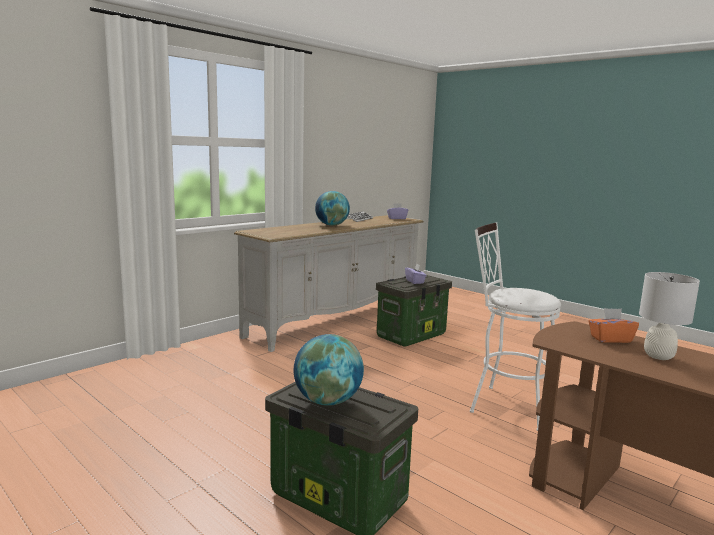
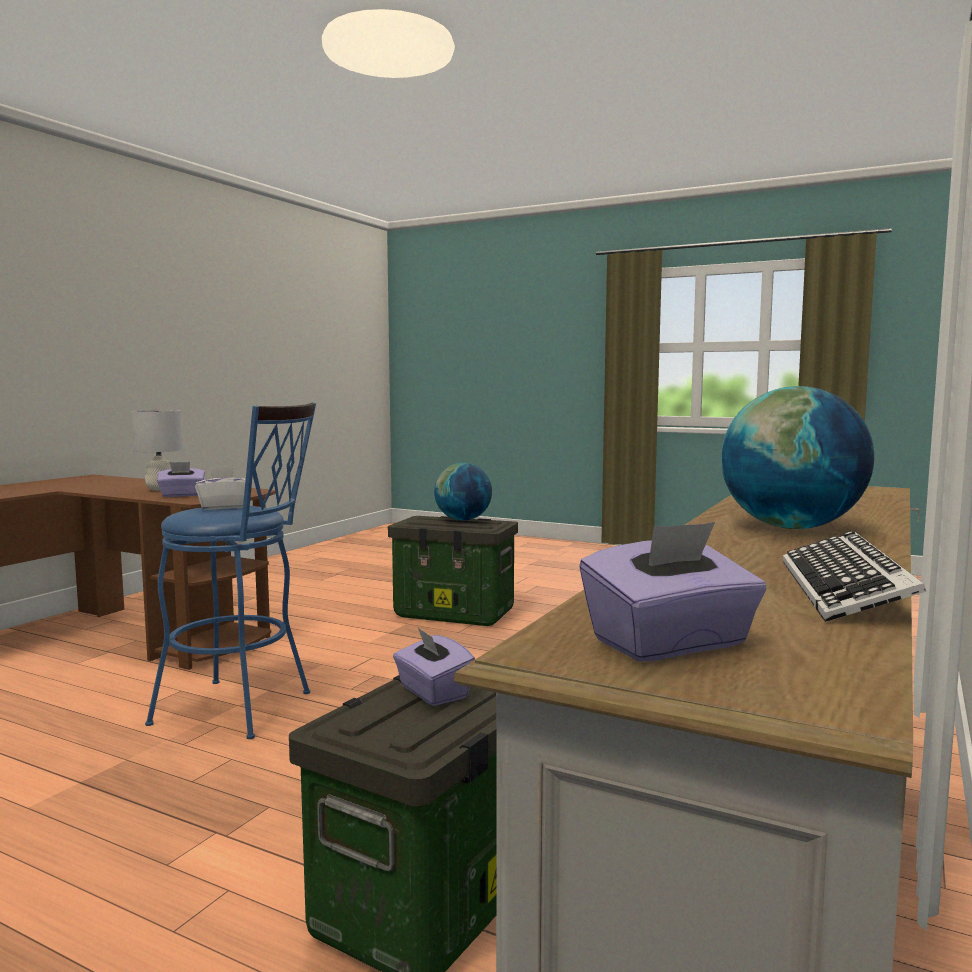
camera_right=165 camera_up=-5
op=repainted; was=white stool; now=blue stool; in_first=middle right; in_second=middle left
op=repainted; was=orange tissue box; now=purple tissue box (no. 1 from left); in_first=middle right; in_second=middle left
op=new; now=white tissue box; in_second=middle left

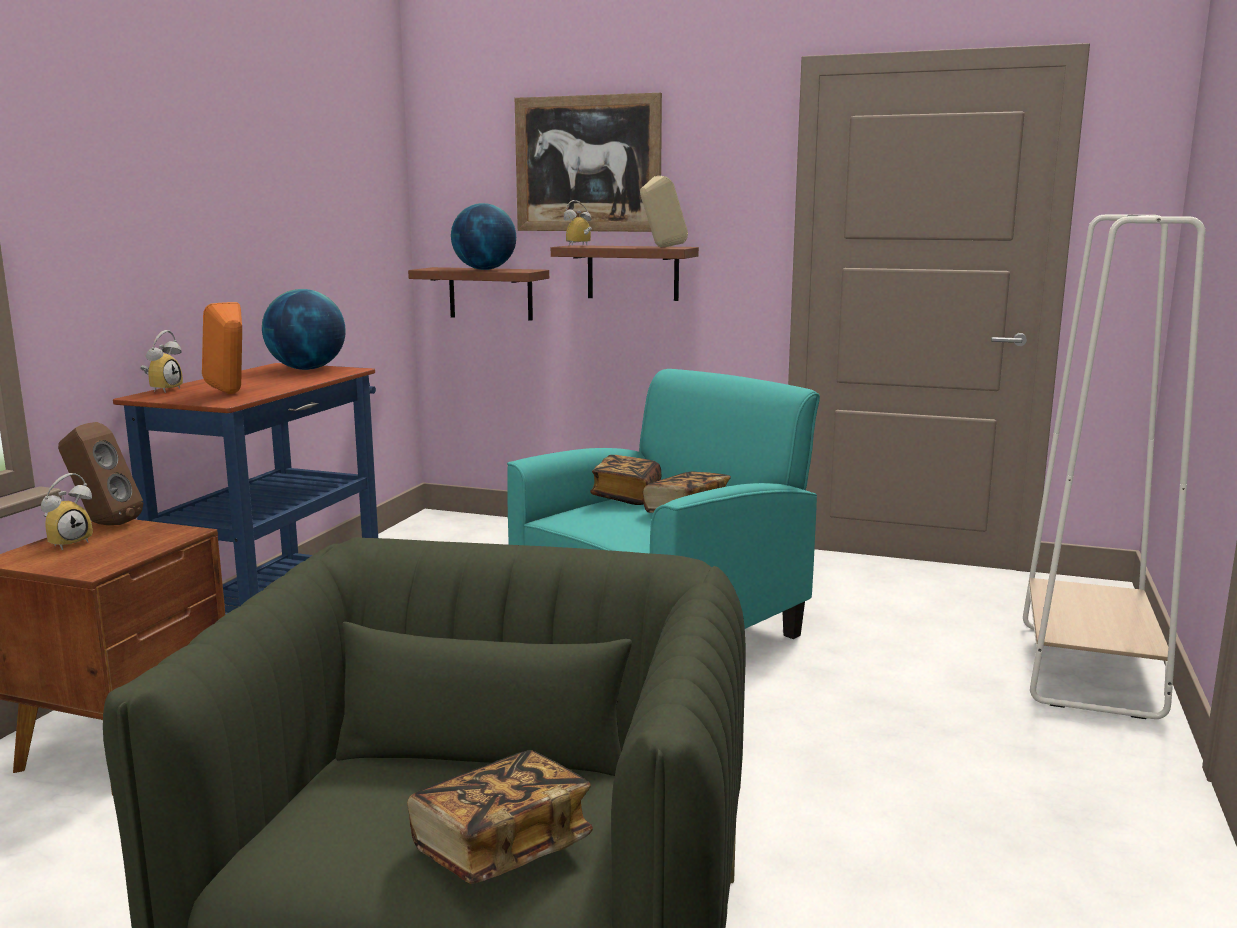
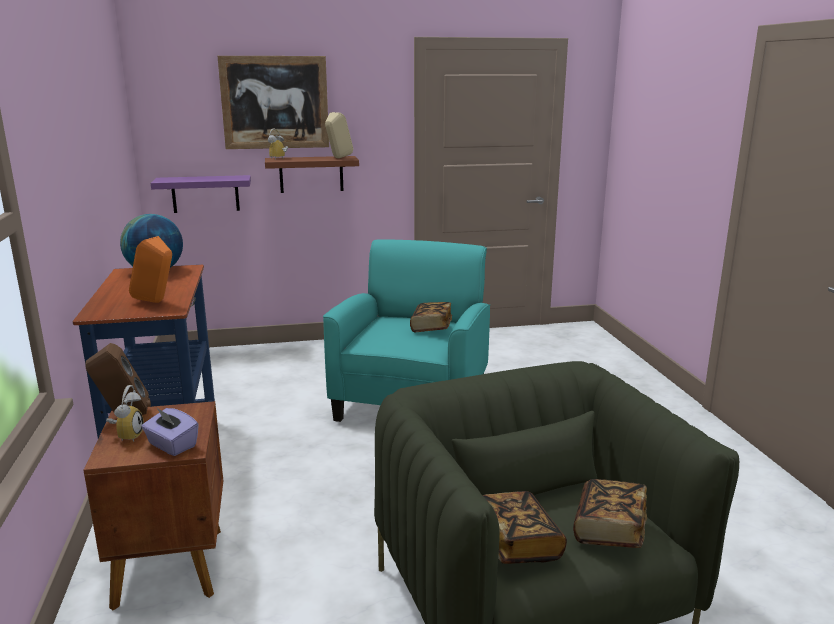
camera_right=-30 camera_up=5
op=gone; was=globe (no. 2 from left); in_first=top centre
op=gone; was=clothes rack; in_first=middle right
op=repainted; was=brown shelf (no. 1 from left); now=purple shelf; in_first=top centre; in_second=top left
op=gone; was=alarm clock (no. 2 from left); in_first=middle left
op=shifted; was=book (no. 2 from left); in_first=centre; in_second=bottom centre
op=new; now=purple tissue box; in_second=bottom left

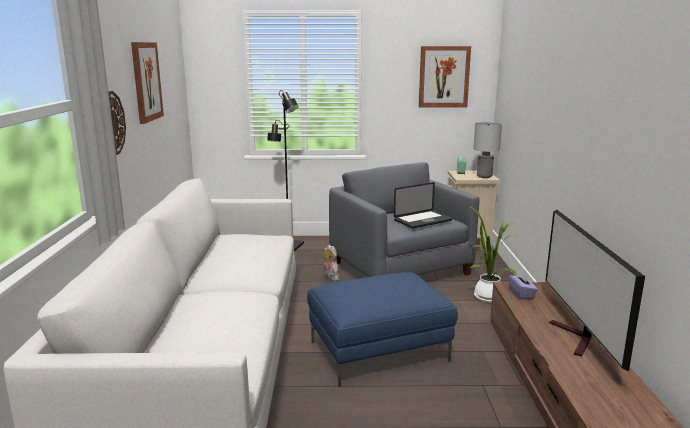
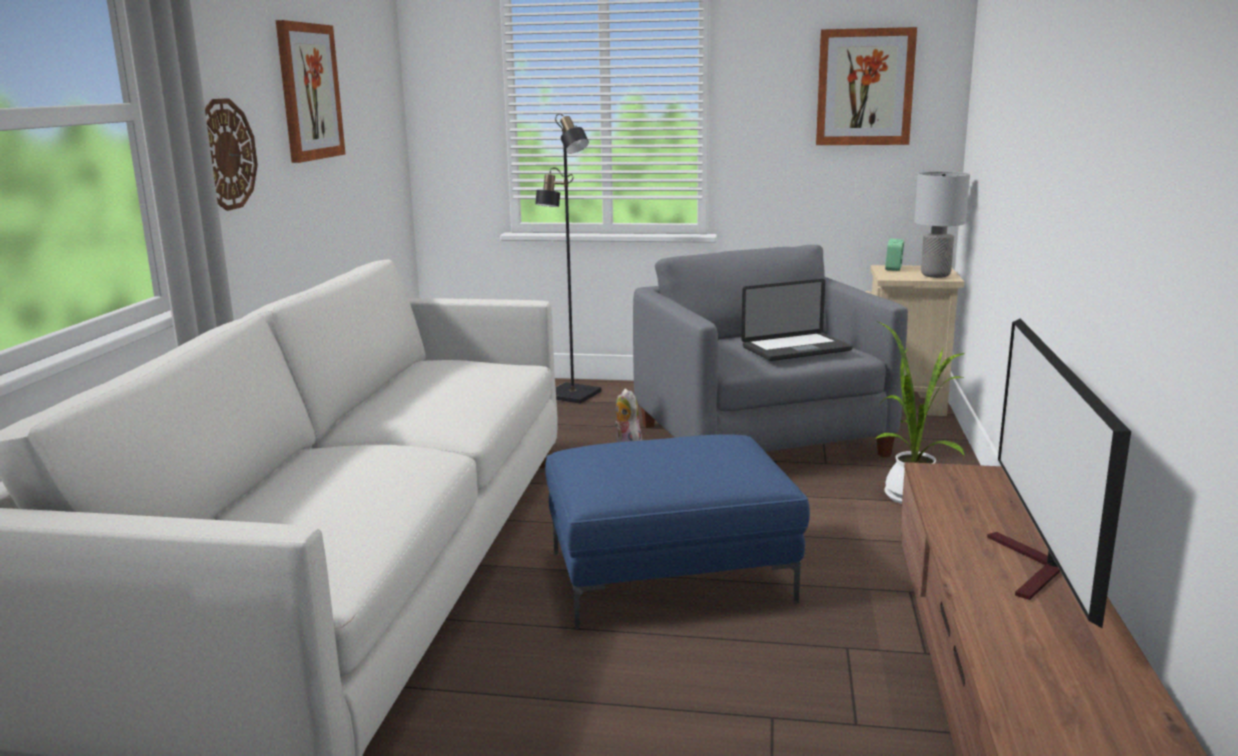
camera_right=10 camera_up=0
op=gone; was=purple tissue box; in_first=middle right

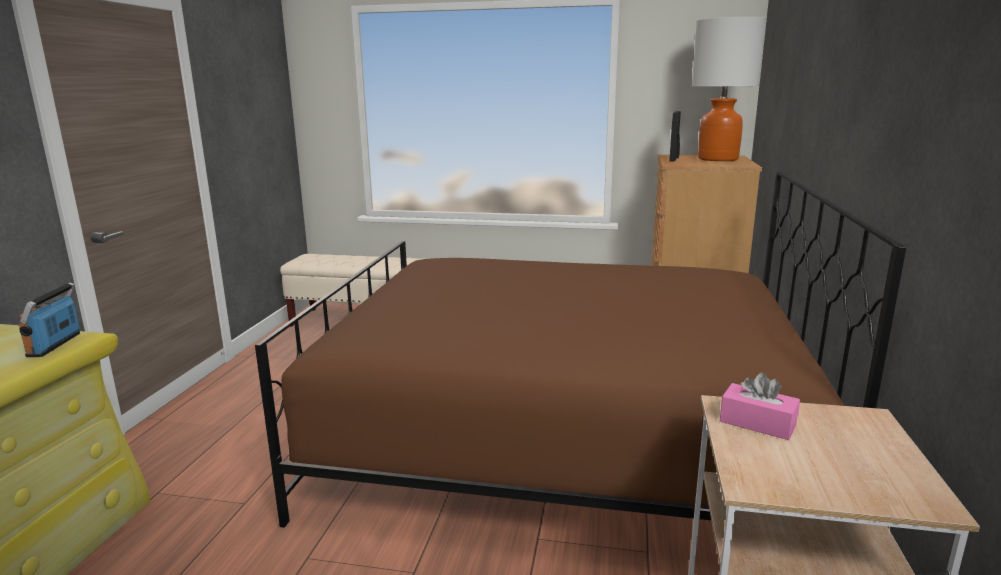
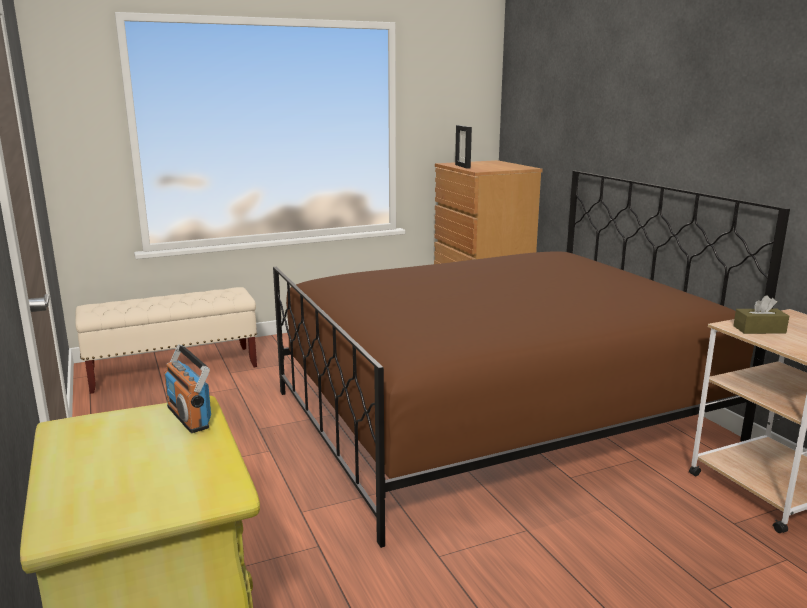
camera_right=-35 camera_up=0
op=gone; was=table lamp; in_first=top right
op=repainted; was=pink tissue box; now=brown tissue box; in_first=bottom right; in_second=middle right

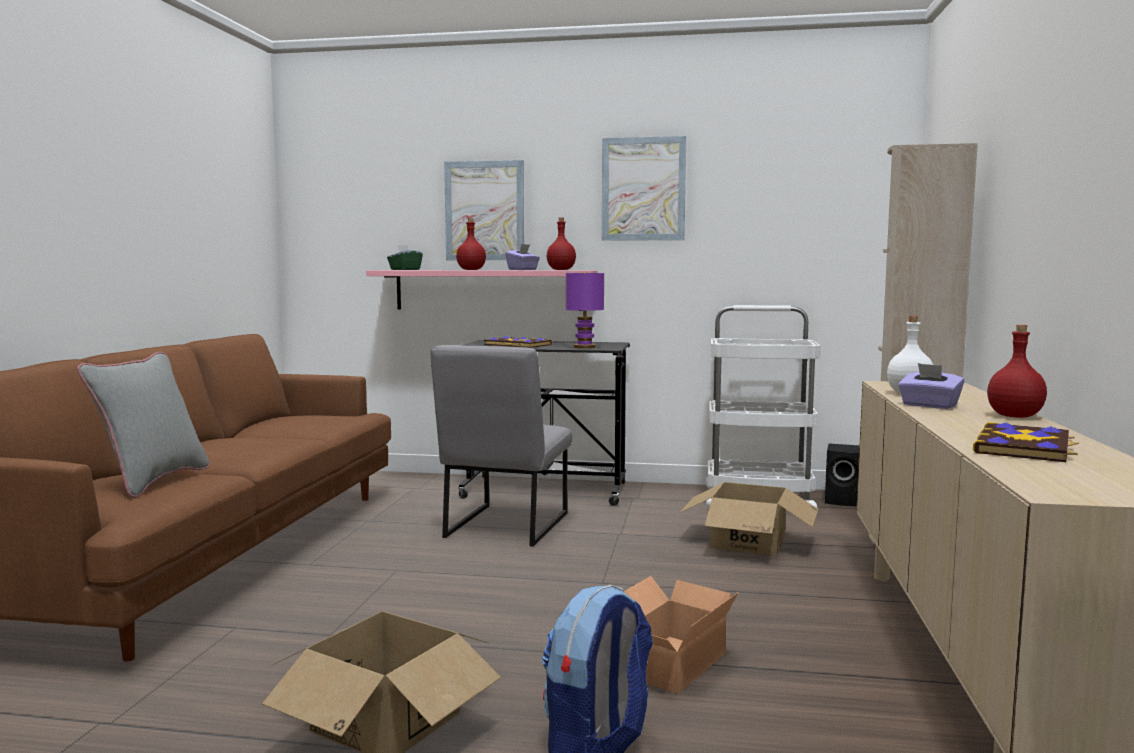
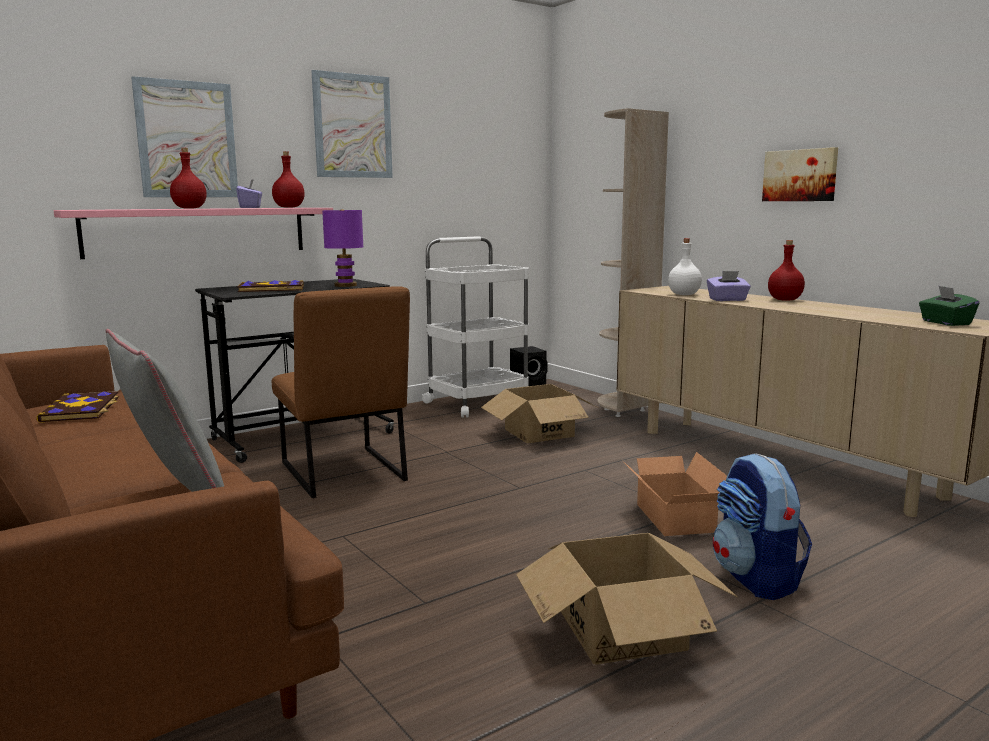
camera_right=-45 camera_up=5
op=shifted; was=green tissue box; in_first=centre; in_second=middle right
op=repainted; was=grey chair; now=brown chair; in_first=centre; in_second=centre
op=shifted; was=book (no. 2 from left in the first image); now=book (no. 1 from left); in_first=middle right; in_second=middle left
op=new; now=picture (no. 3 from left); in_second=top right

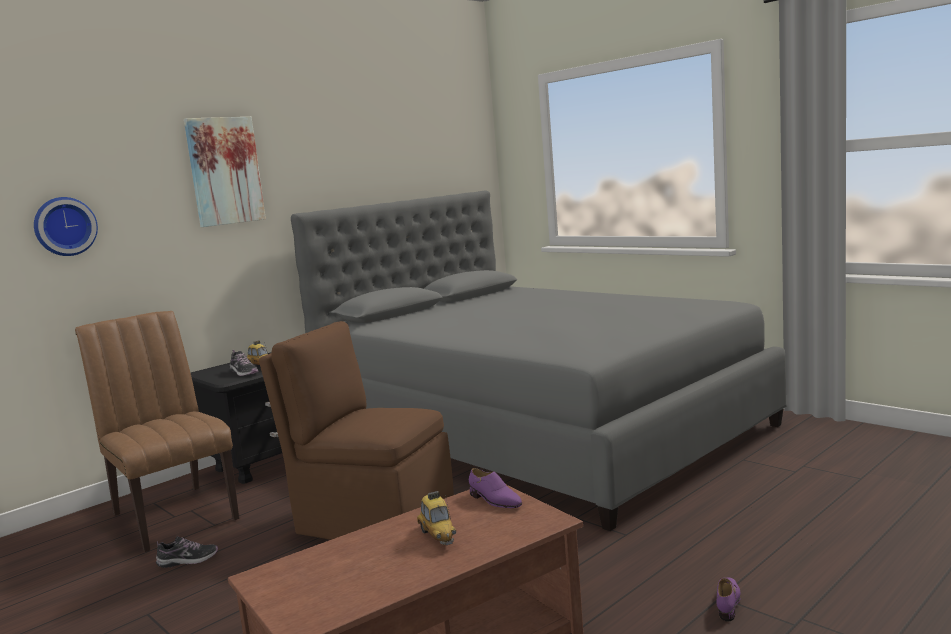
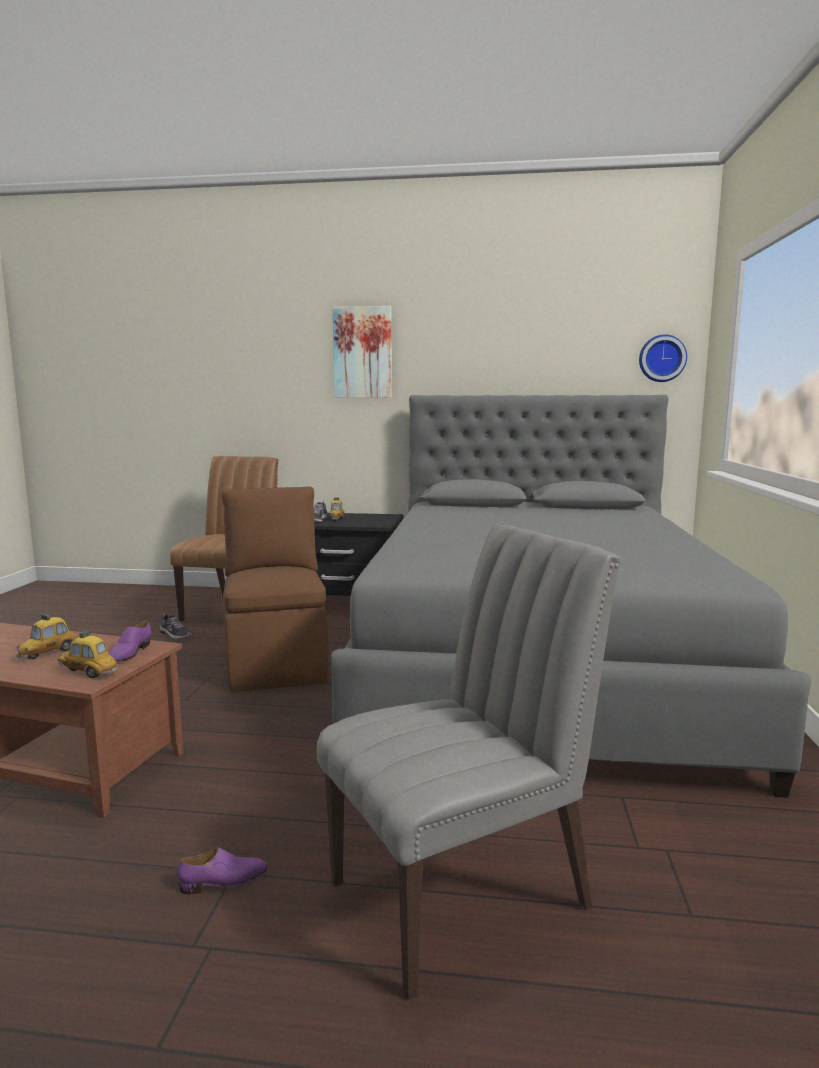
camera_right=50 camera_up=0
op=shifted; was=wall clock; in_first=middle left; in_second=middle right
op=new; now=grey chair; in_second=bottom centre
op=new; now=toy car (no. 2 from left); in_second=middle left

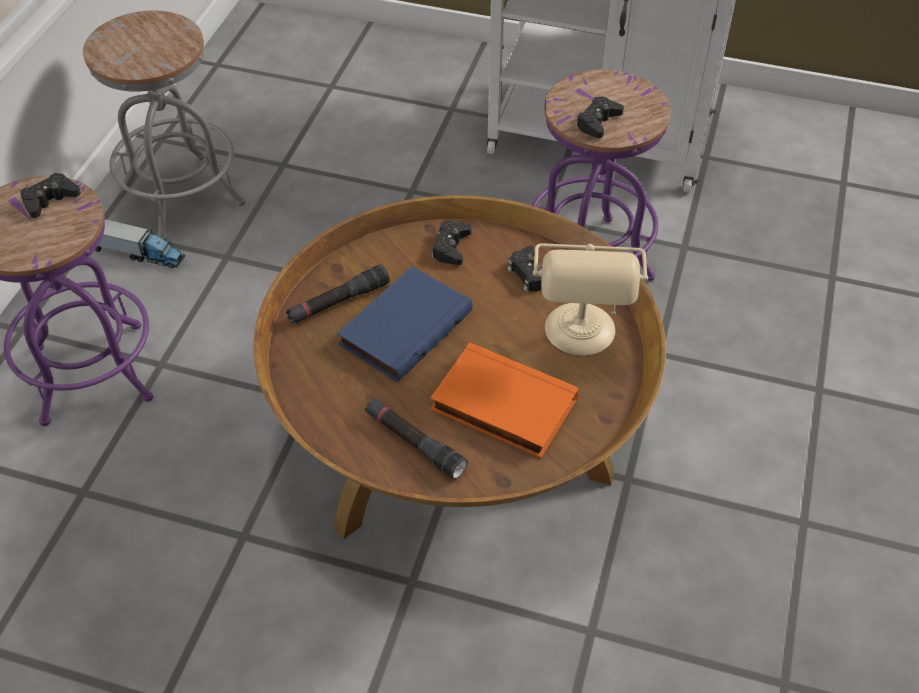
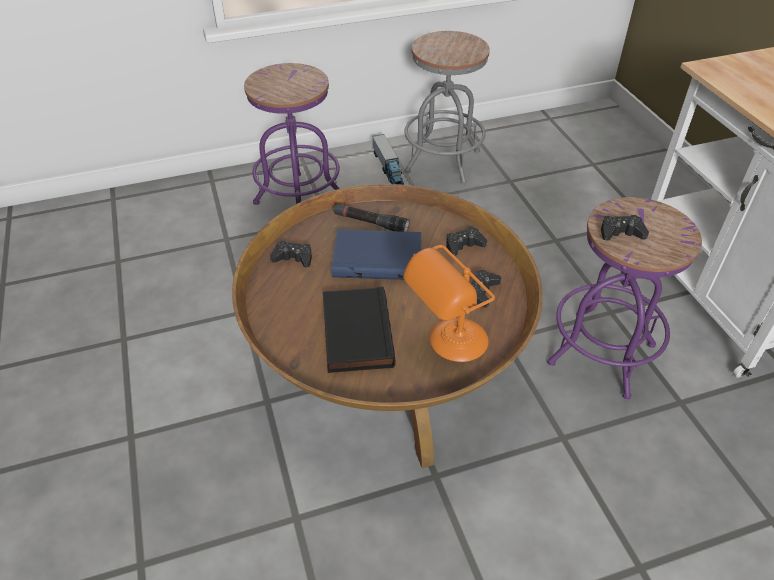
camera_right=55 camera_up=-5
op=shifted; was=black game controller (no. 1 from left); in_first=top left; in_second=centre
op=repainted; was=beige table lamp; now=orange table lamp; in_first=centre; in_second=centre
op=repainted; was=orange book; now=black book; in_first=centre; in_second=centre
op=gone; was=black flashlight (no. 2 from left); in_first=centre

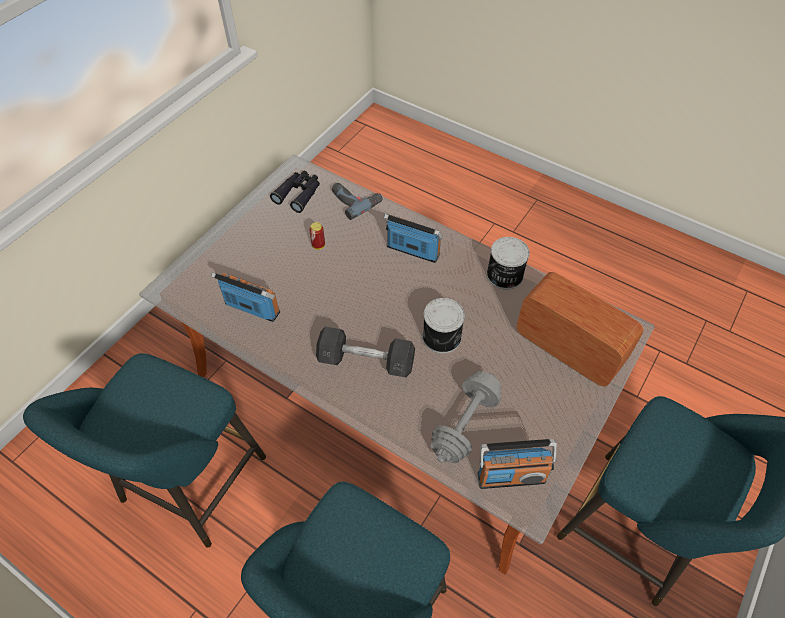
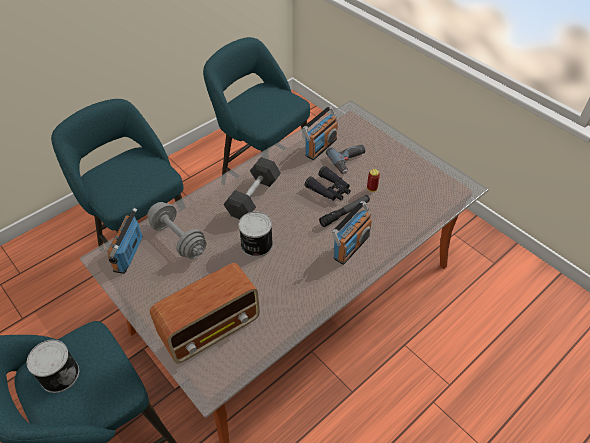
camera_right=105 camera_up=-5
op=shifted; was=black binoculars; in_first=top centre; in_second=centre
op=shifted; was=power drill; in_first=top centre; in_second=centre
op=shifted; was=can (no. 3 from left in the first image); now=can (no. 1 from left); in_first=centre; in_second=bottom left
op=new; now=flashlight; in_second=centre

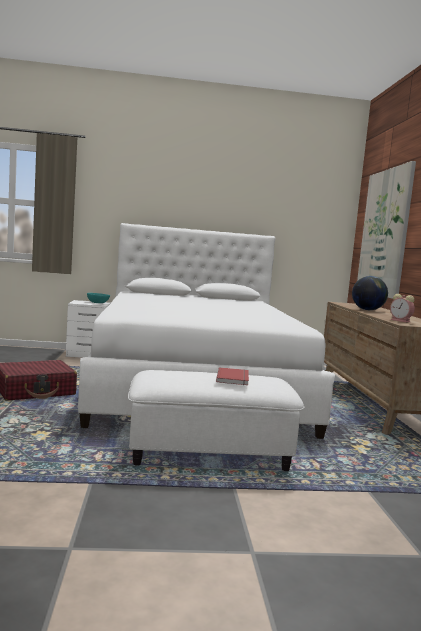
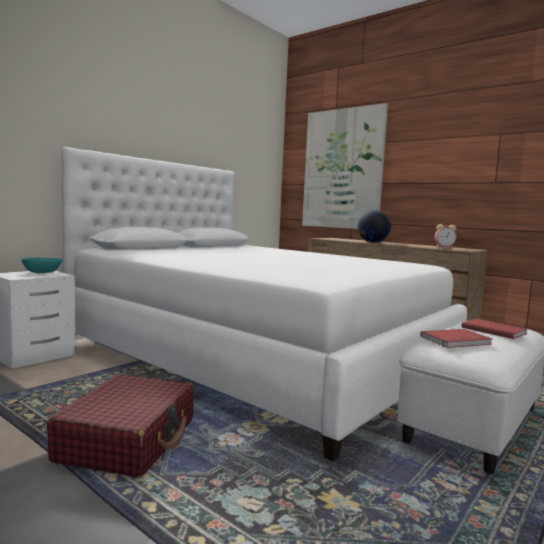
camera_right=-45 camera_up=0
op=new; now=red book (no. 1 from left); in_second=middle right

